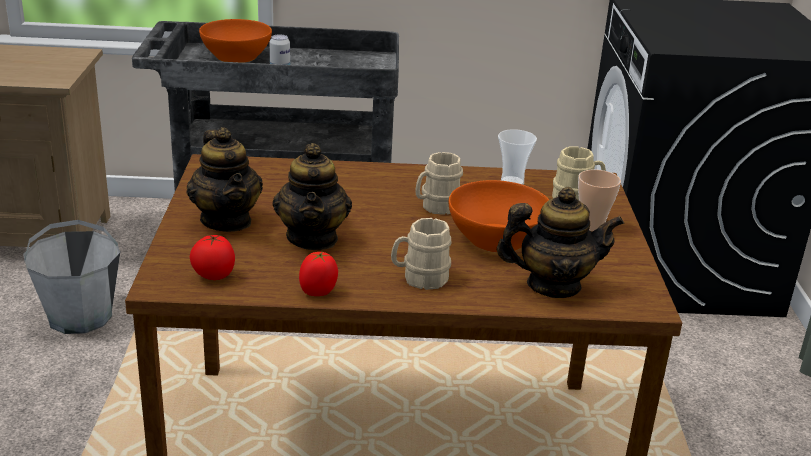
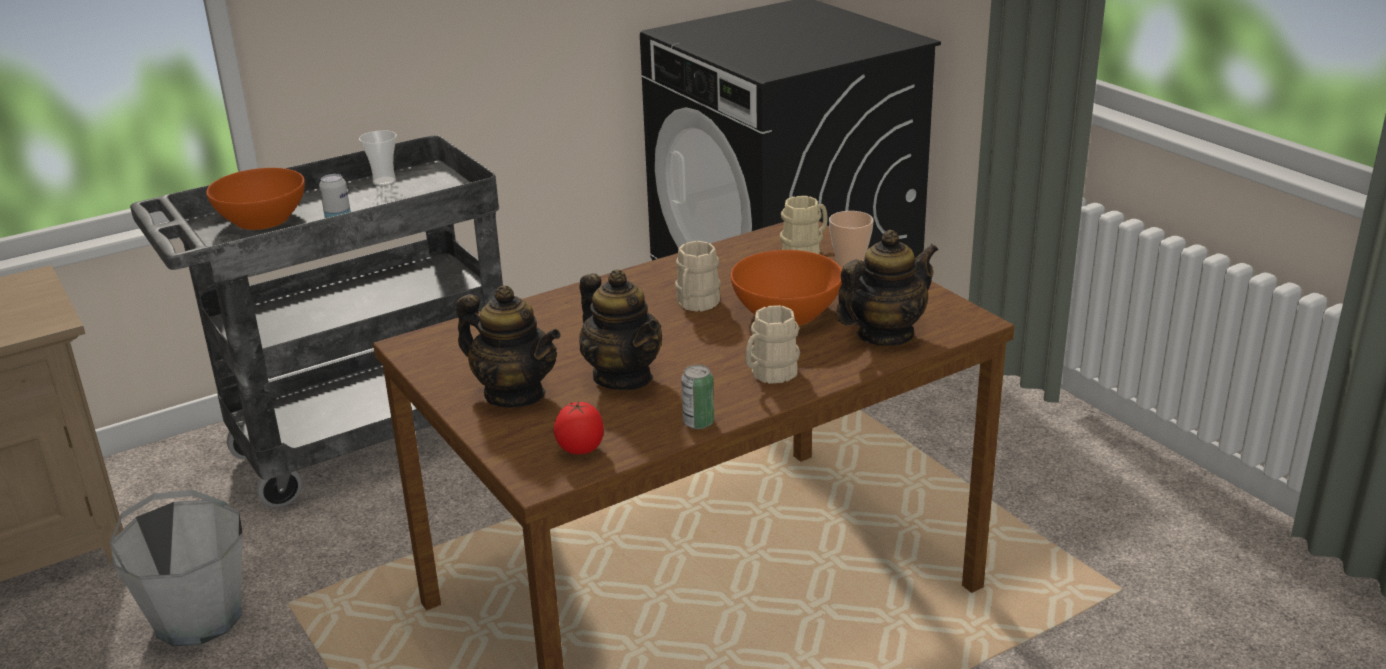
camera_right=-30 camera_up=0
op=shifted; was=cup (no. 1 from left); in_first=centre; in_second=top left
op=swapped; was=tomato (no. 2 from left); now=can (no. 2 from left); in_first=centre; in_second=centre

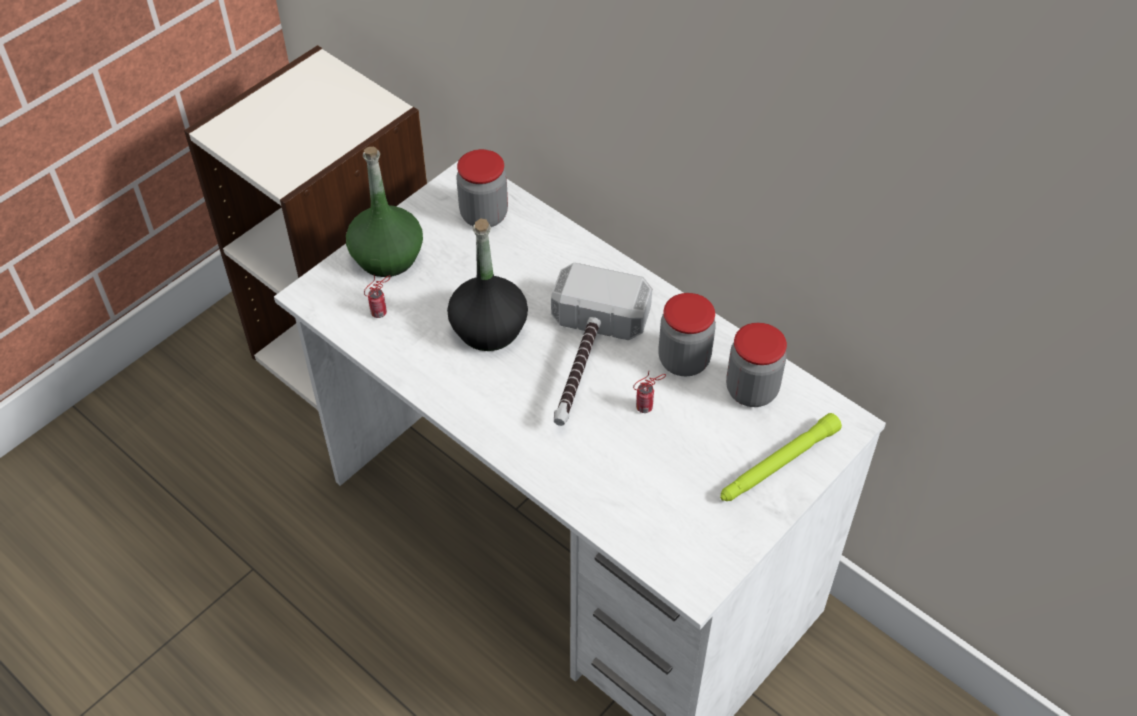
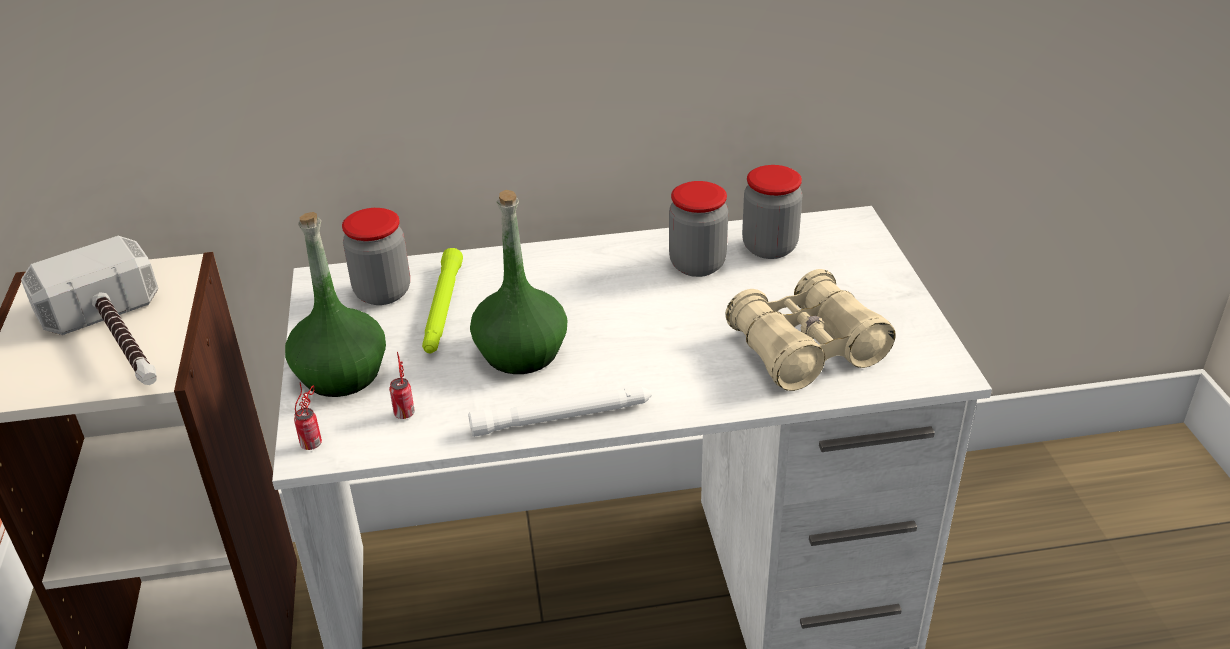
camera_right=-50 camera_up=-15
op=repainted; was=black bottle; now=green bottle (no. 2 from left); in_first=centre; in_second=centre
op=shifted; was=hammer; in_first=centre; in_second=middle left
op=shifted; was=can (no. 2 from left in the first image); now=can (no. 1 from left); in_first=centre; in_second=middle left
op=shifted; was=green flashlight; in_first=middle right; in_second=centre
op=new; now=beige binoculars; in_second=centre
op=new; now=white flashlight; in_second=centre

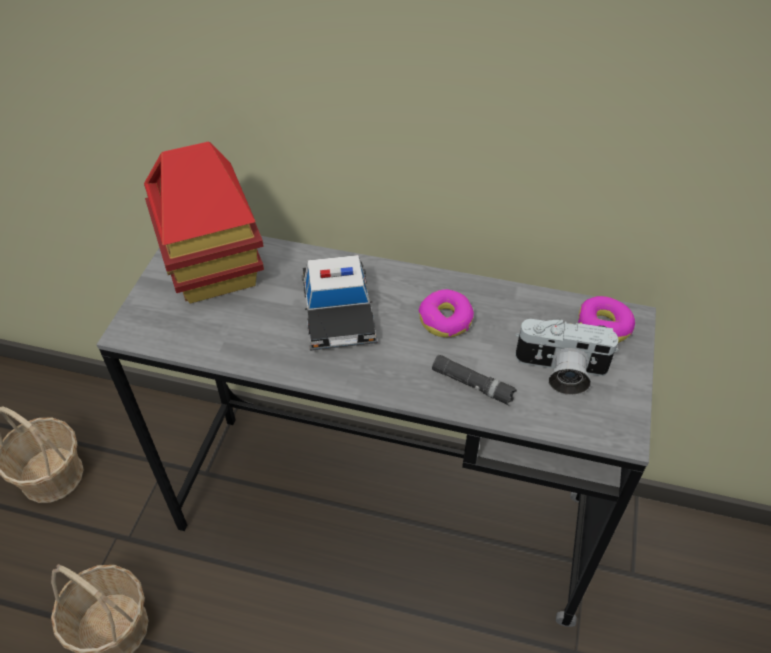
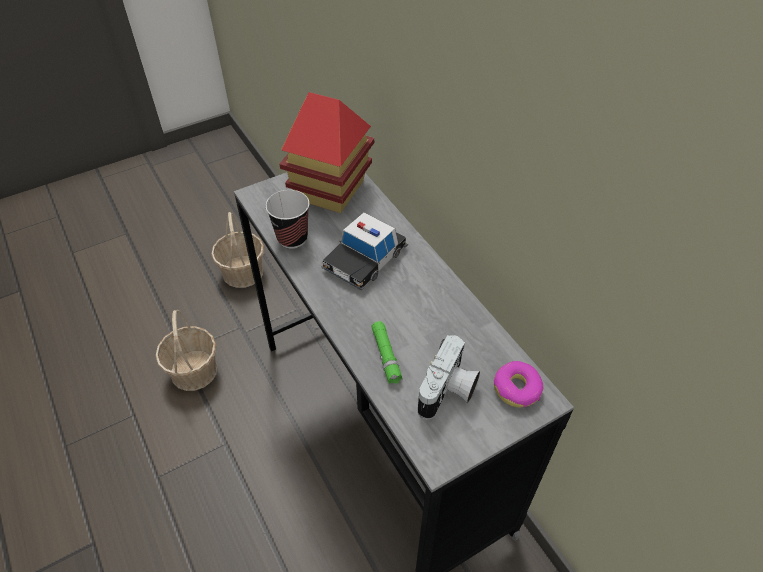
camera_right=45 camera_up=0
op=gone; was=donut (no. 1 from left); in_first=centre
op=rotated; was=photo camera; in_first=middle right; in_second=centre; clockwise=-120
op=repainted; was=black flashlight; now=green flashlight; in_first=centre; in_second=centre
op=new; now=cup; in_second=centre

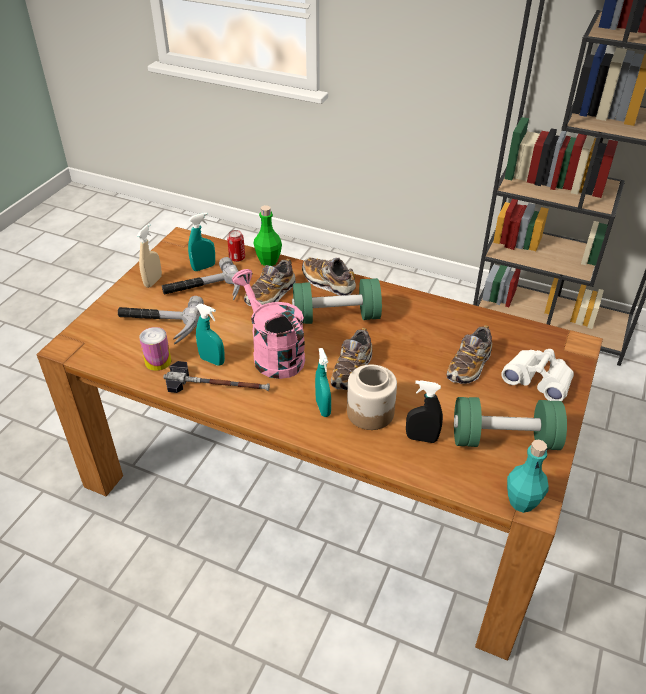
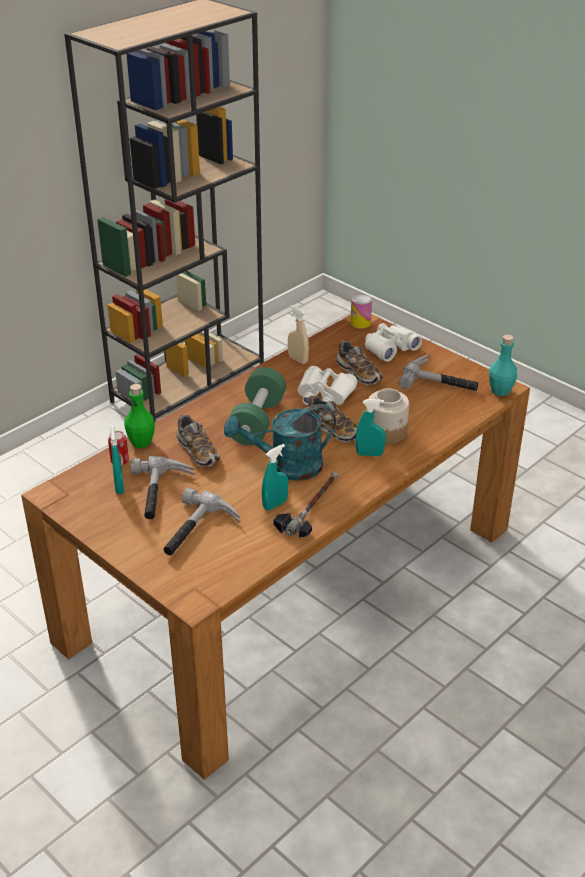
camera_right=-70 camera_up=-5
op=shifted; was=beige spray bottle; in_first=middle left; in_second=centre
op=gone; was=shoe (no. 2 from left); in_first=centre
op=repainted; was=pink watering can; now=turquoise watering can; in_first=centre; in_second=centre
op=shifted; was=can (no. 1 from left in the first image); now=can (no. 2 from left); in_first=middle left; in_second=centre
op=gone; was=black spray bottle; in_first=centre
op=swapped; was=green dumbbell (no. 2 from left); now=hammer (no. 4 from left); in_first=middle right; in_second=middle right
op=new; now=white binoculars (no. 1 from left); in_second=centre

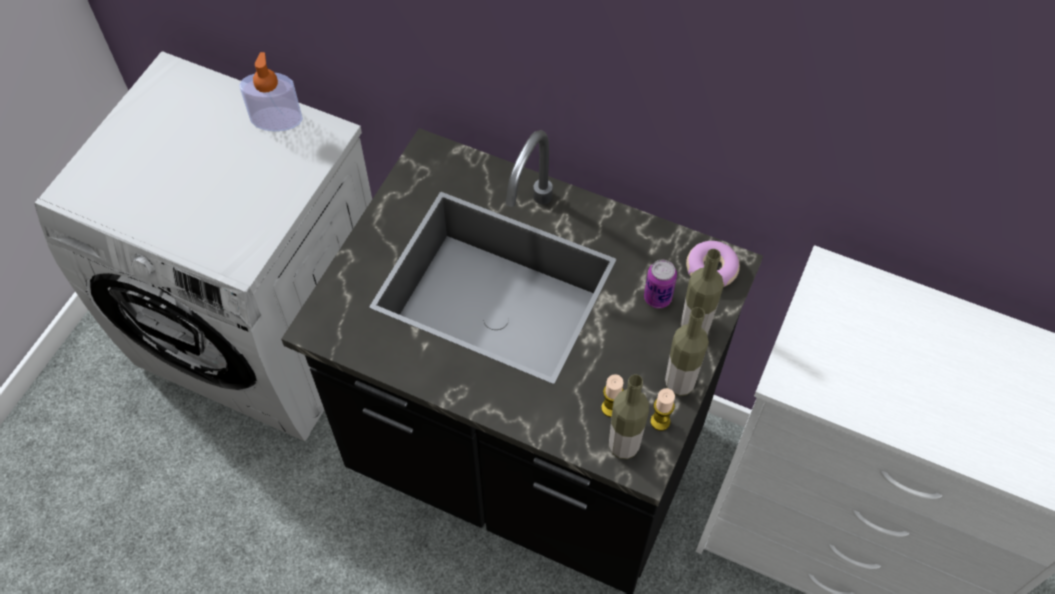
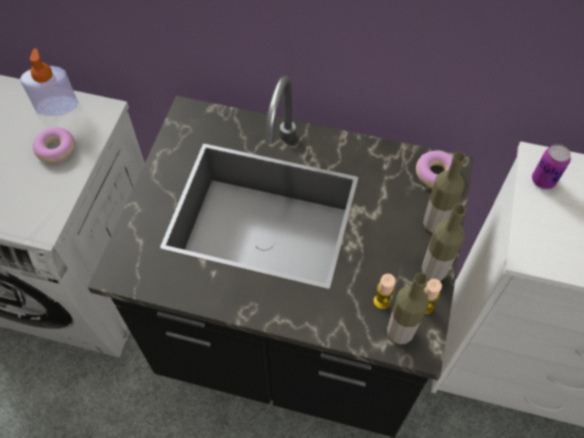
camera_right=-10 camera_up=0
op=shifted; was=can; in_first=centre; in_second=middle right
op=new; now=donut (no. 1 from left); in_second=top left

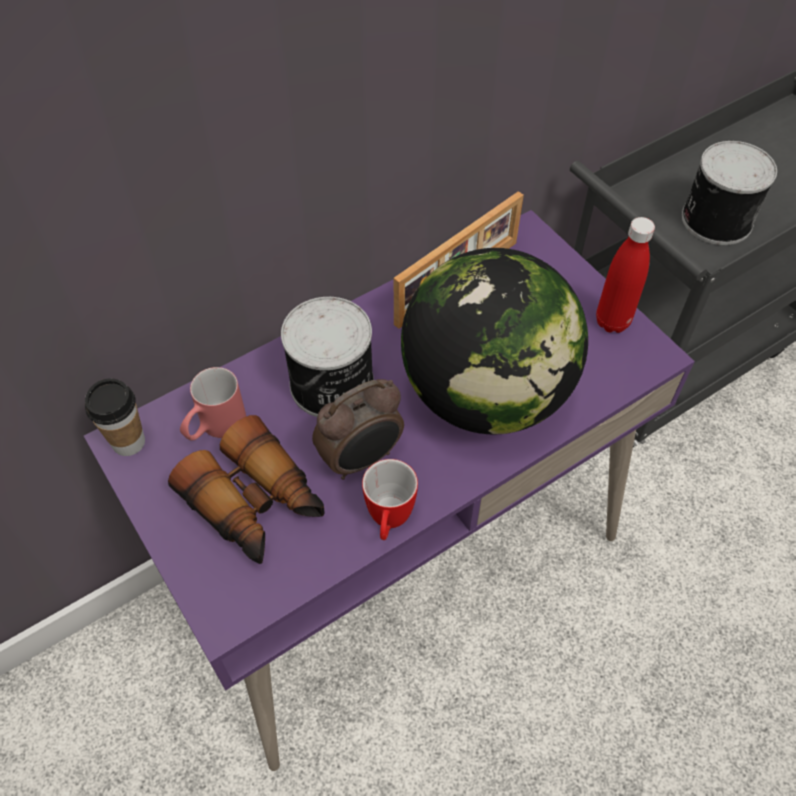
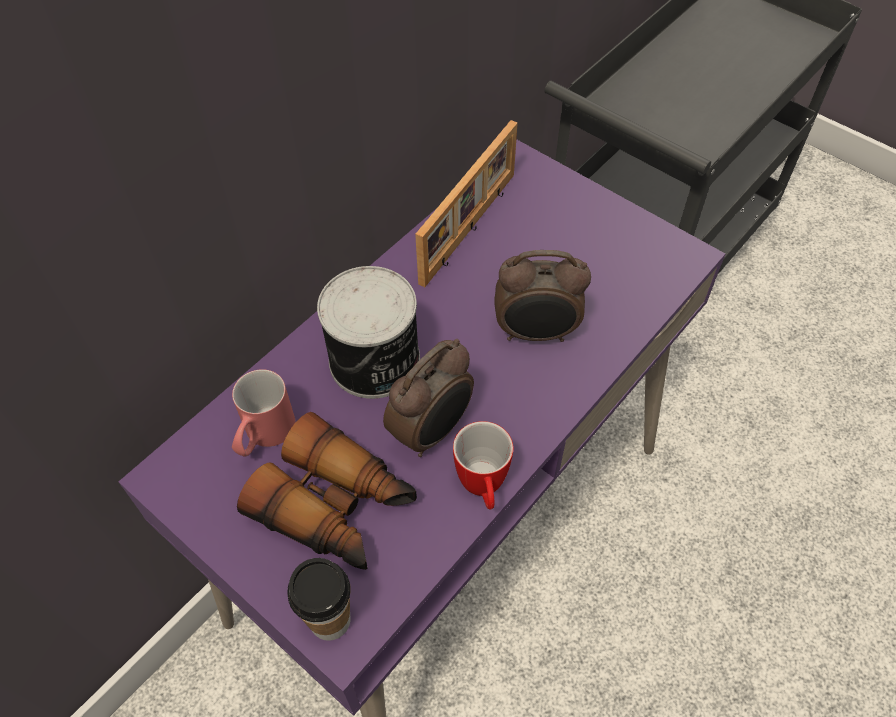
camera_right=-15 camera_up=0
op=gone; was=can (no. 2 from left); in_first=top right
op=gone; was=red bottle; in_first=middle right
op=swapped; was=globe; now=alarm clock (no. 2 from left); in_first=centre; in_second=centre
op=shifted; was=cup; in_first=middle left; in_second=bottom centre

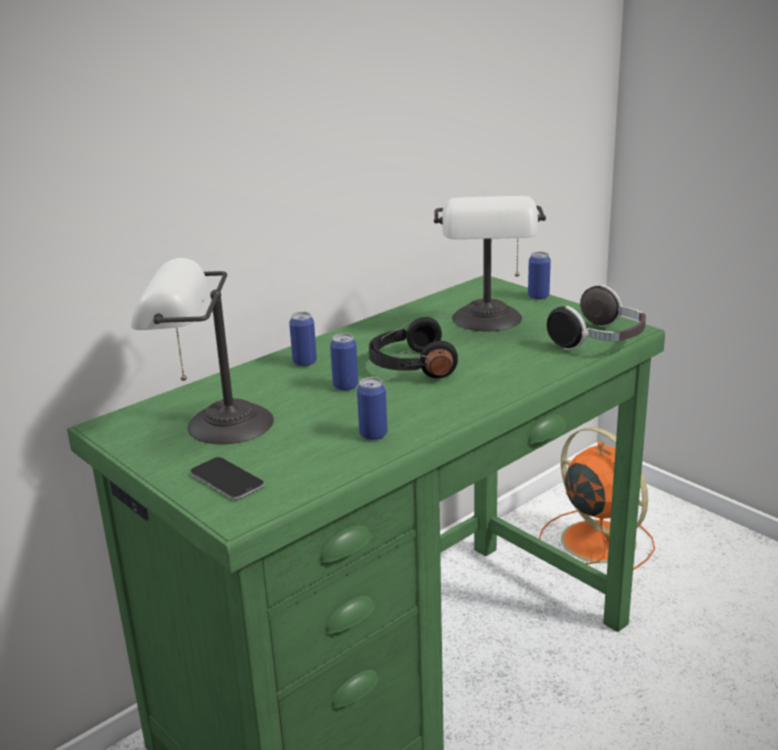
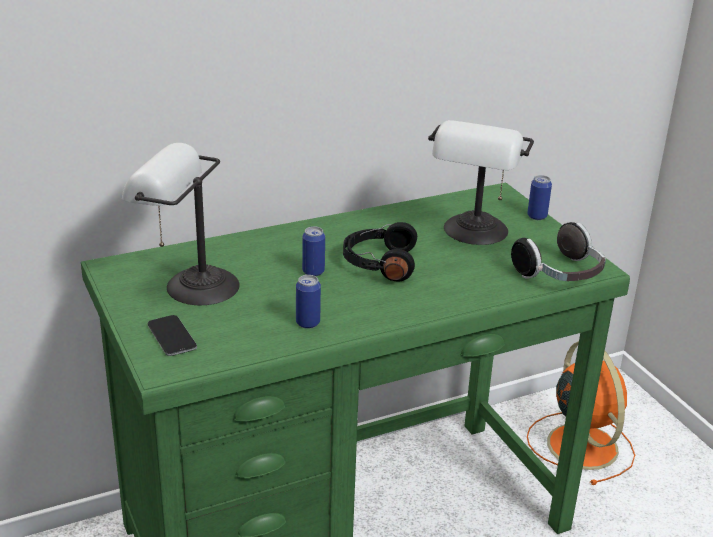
camera_right=15 camera_up=5
op=gone; was=can (no. 1 from left); in_first=centre

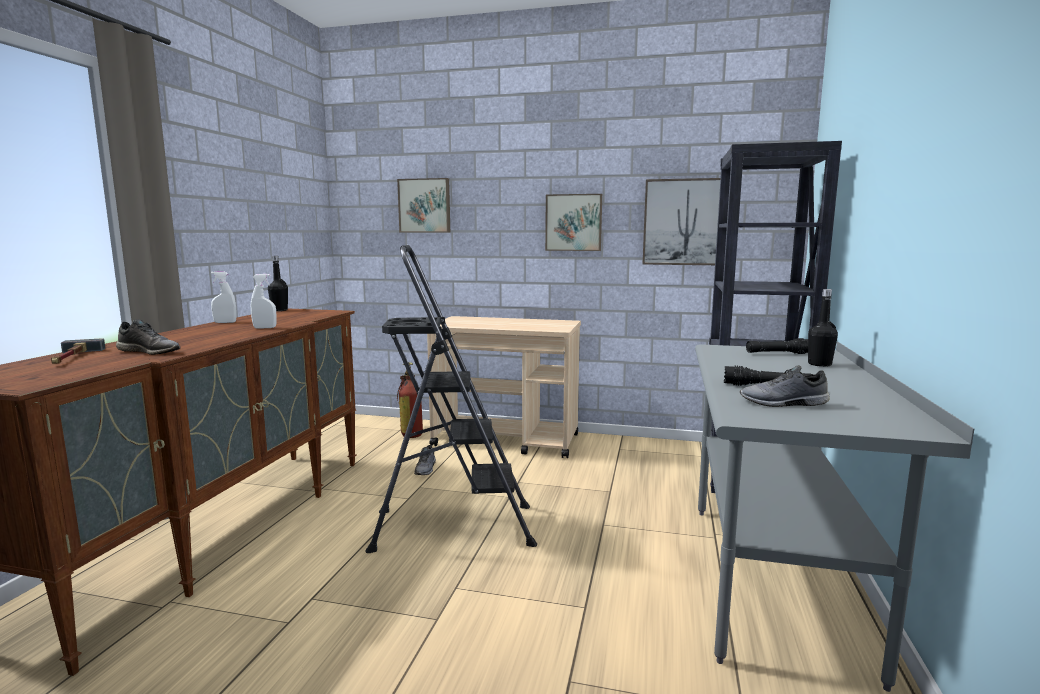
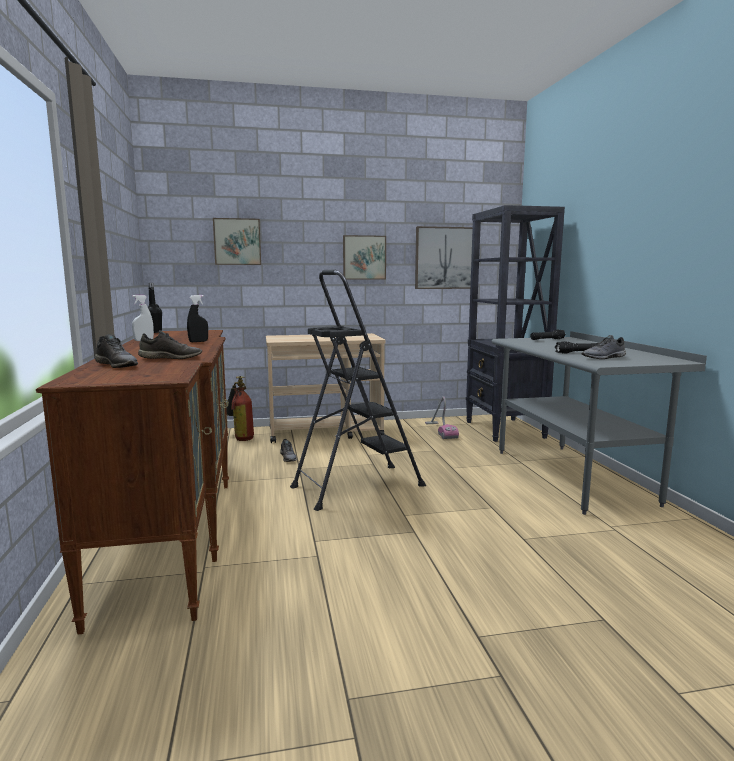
camera_right=-25 camera_up=0
op=repainted; was=white spray bottle (no. 2 from left); now=black spray bottle; in_first=middle left; in_second=middle left
op=gone; was=black bottle (no. 2 from left); in_first=middle right
op=swapped; was=hammer; now=grey shoe (no. 1 from left); in_first=middle left; in_second=middle left
op=new; now=vacuum cleaner; in_second=centre

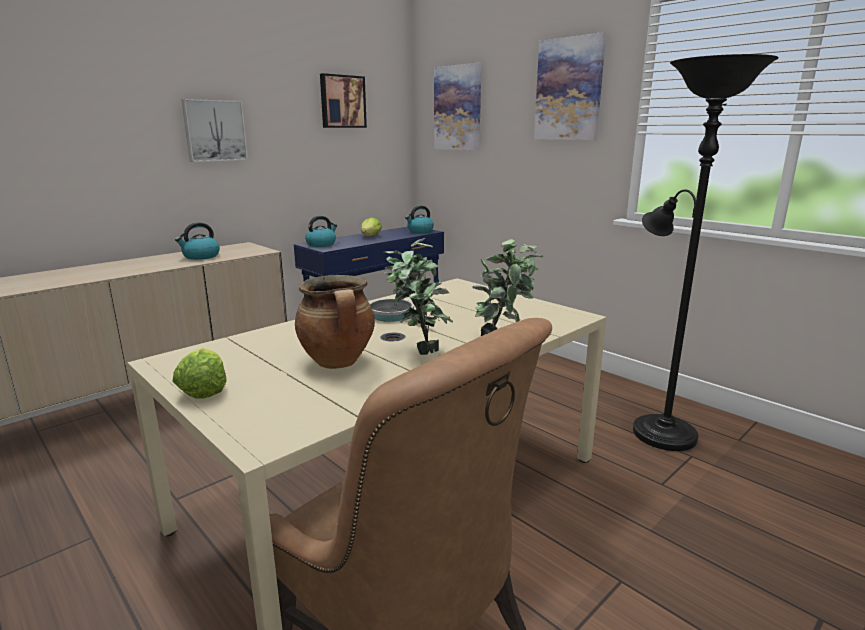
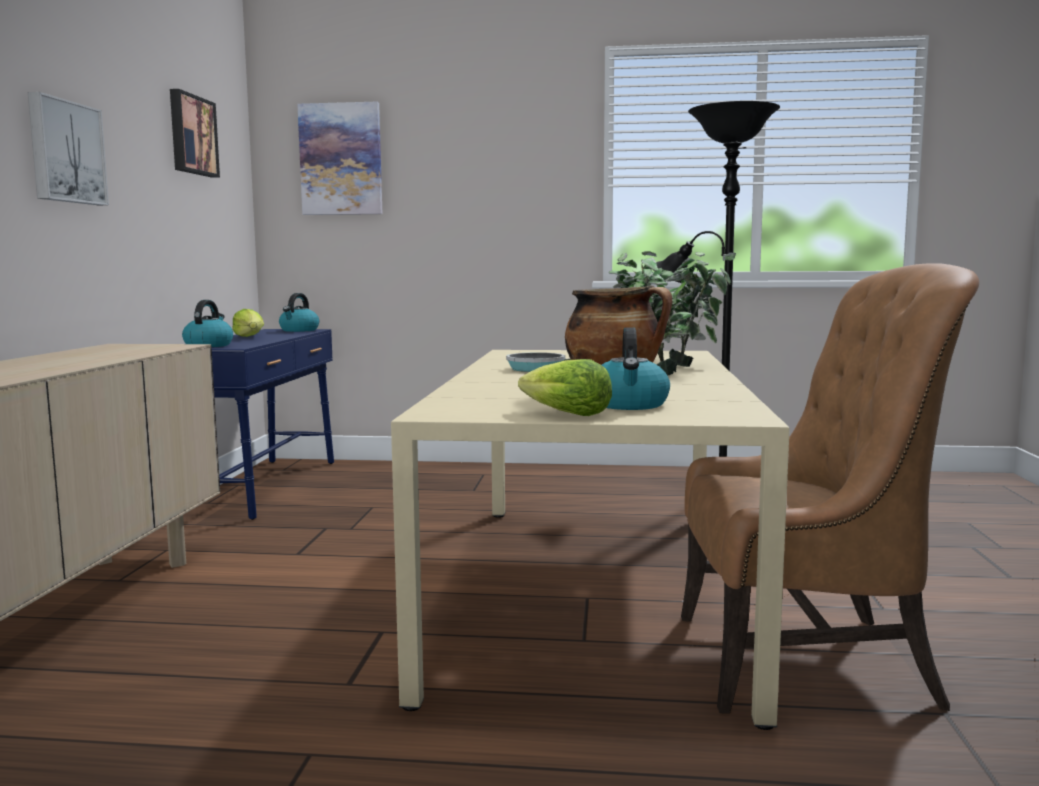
camera_right=-40 camera_up=-10
op=gone; was=picture (no. 4 from left); in_first=top centre
op=shifted; was=kettle (no. 1 from left in the first image); now=kettle (no. 3 from left); in_first=middle left; in_second=centre

